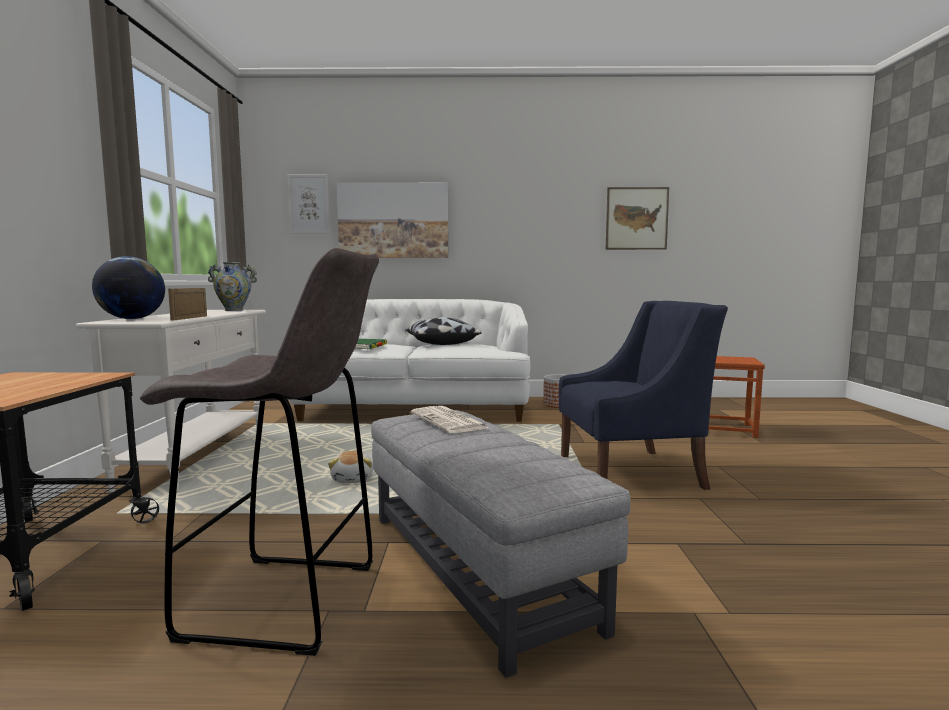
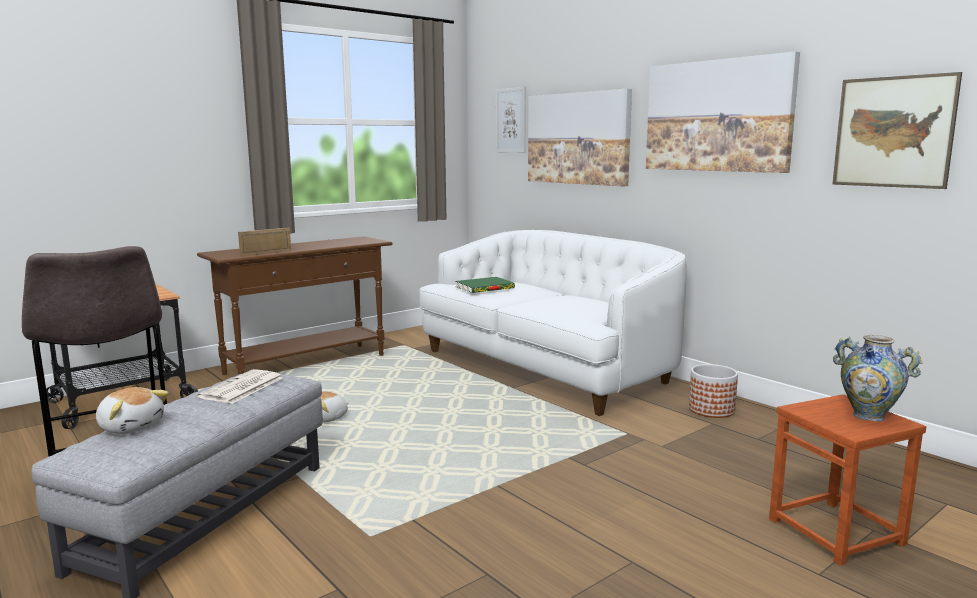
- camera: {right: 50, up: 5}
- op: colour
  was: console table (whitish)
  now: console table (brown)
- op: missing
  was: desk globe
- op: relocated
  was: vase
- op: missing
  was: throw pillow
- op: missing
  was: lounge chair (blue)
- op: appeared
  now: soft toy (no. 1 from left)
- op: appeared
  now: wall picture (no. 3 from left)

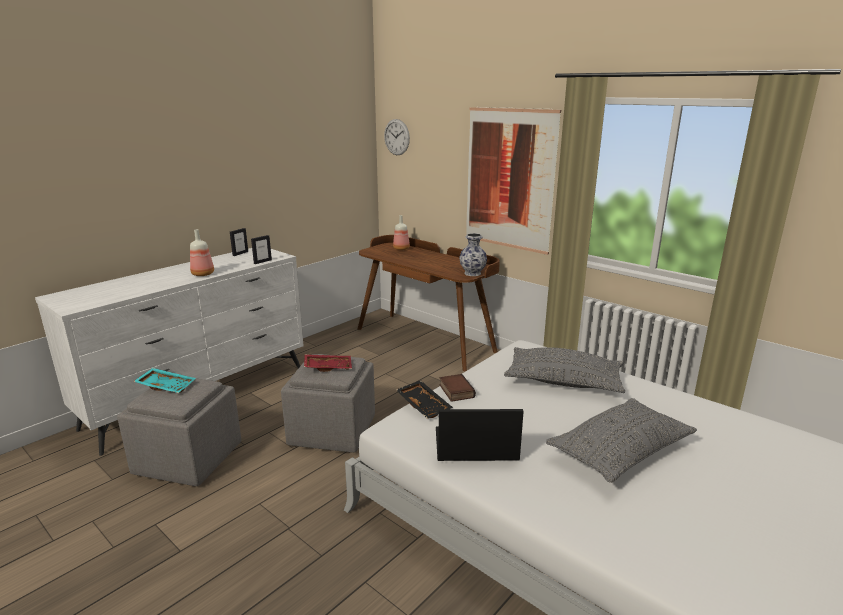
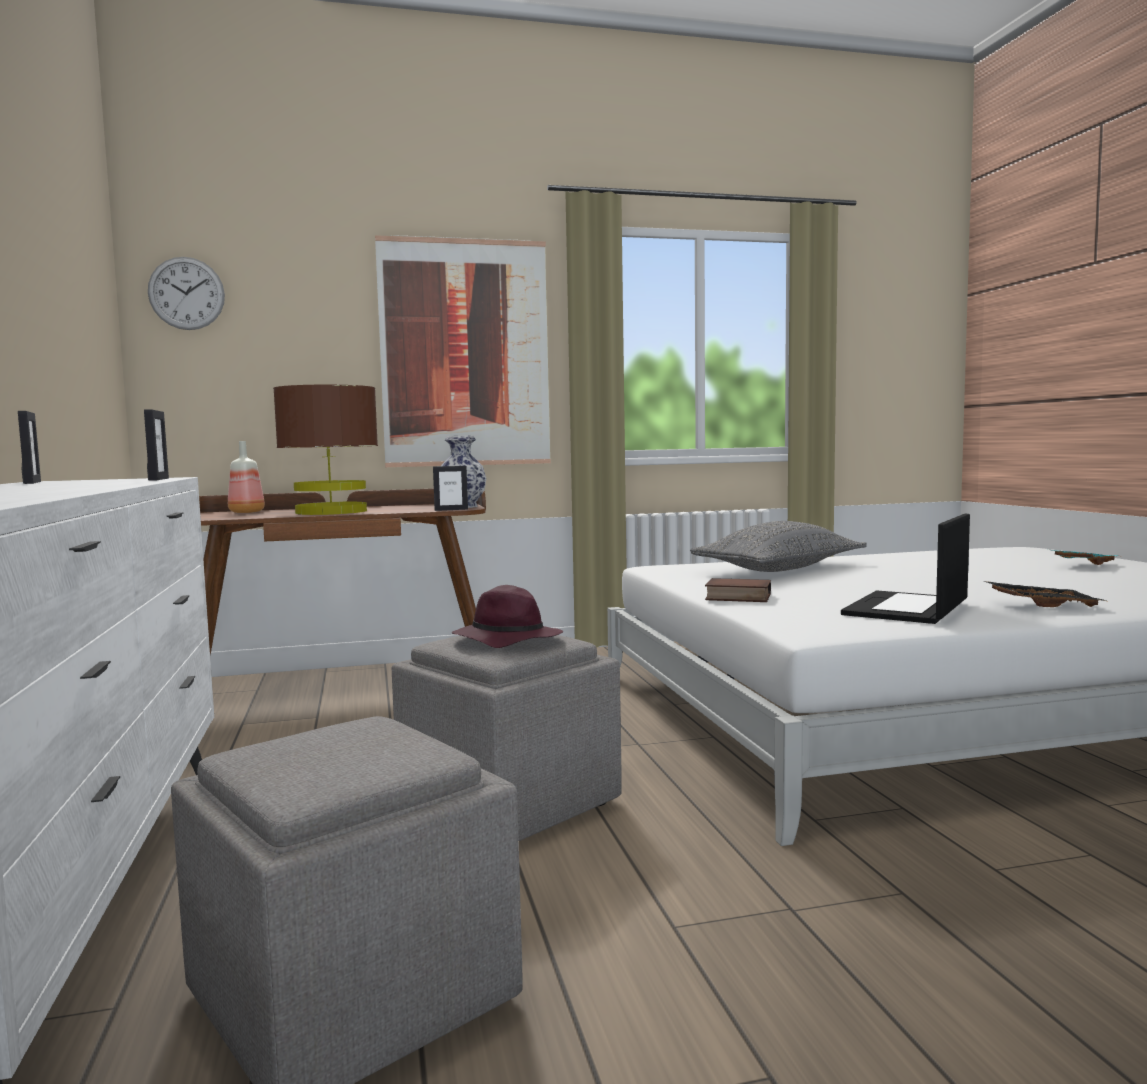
- camera: {right: -55, up: -15}
- op: relocated
  was: tray (blue-green)
- op: missing
  was: drink bottle (no. 1 from left)
- op: exchanged
  was: tray (red-coloured)
  now: clothing hat (purple)
- op: relocated
  was: tray (black-coloured)
- op: missing
  was: throw pillow (gray) (no. 2 from left)
- op: appeared
  now: tabletop lamp (brown)
- op: appeared
  now: photo frame (no. 3 from left)

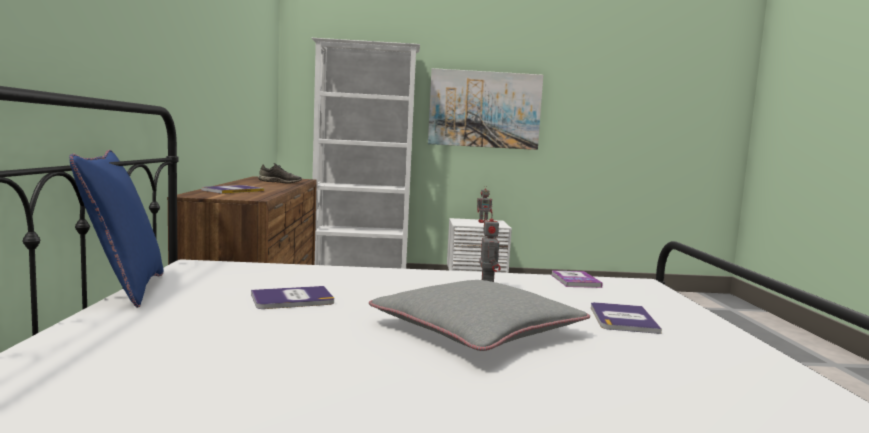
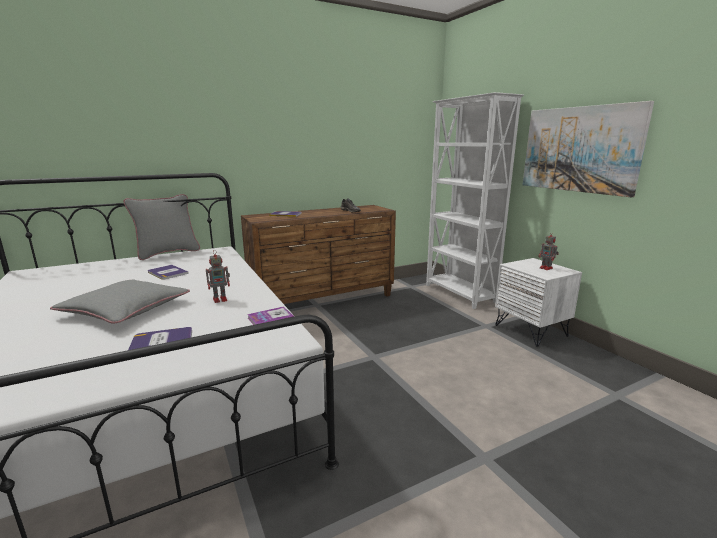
- camera: {right: 65, up: 10}
- op: colour
  was: throw pillow (blue)
  now: throw pillow (gray) (no. 2 from left)

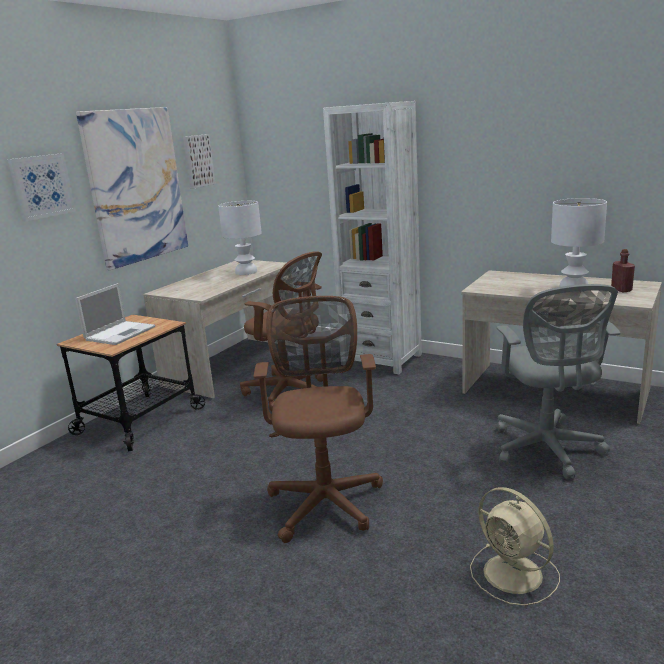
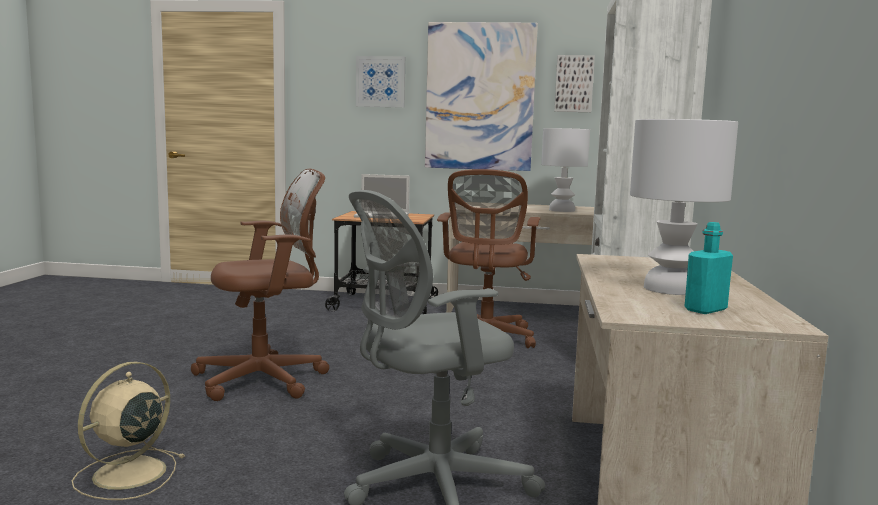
- camera: {right: 65, up: -10}
- op: colour
  was: drink bottle (red-coloured)
  now: drink bottle (blue-green)

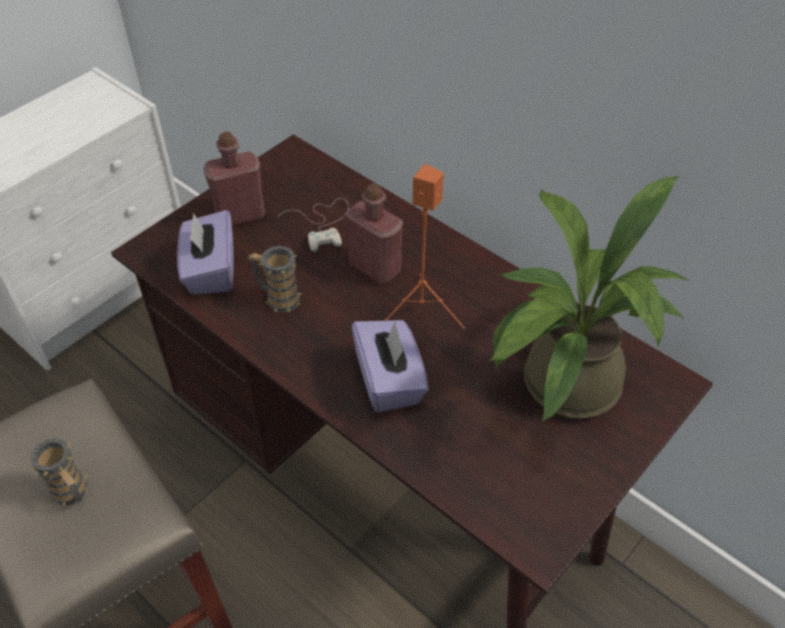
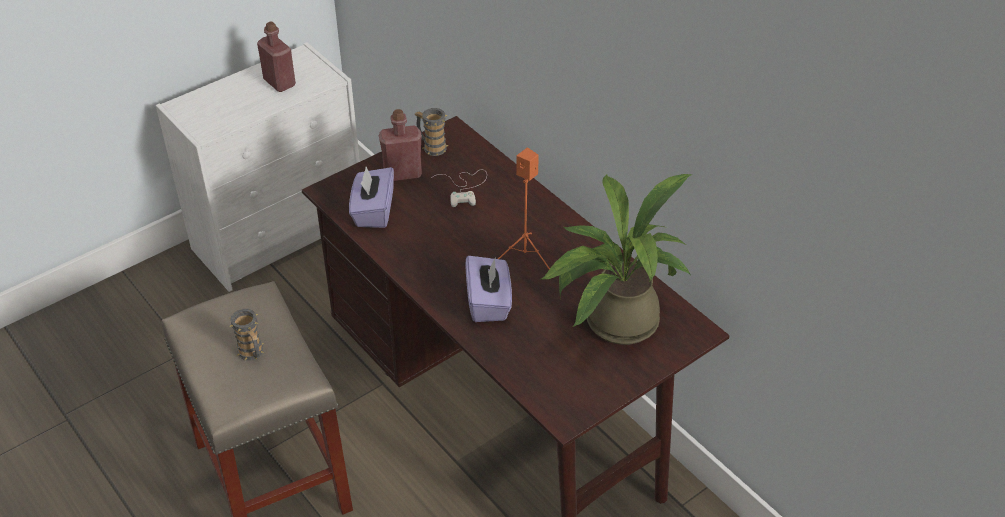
- camera: {right: 10, up: -5}
- op: relocated
  was: tea mug (no. 2 from left)
- op: relocated
  was: drink bottle (red-coloured) (no. 2 from left in the first image)
  now: drink bottle (red-coloured) (no. 1 from left)

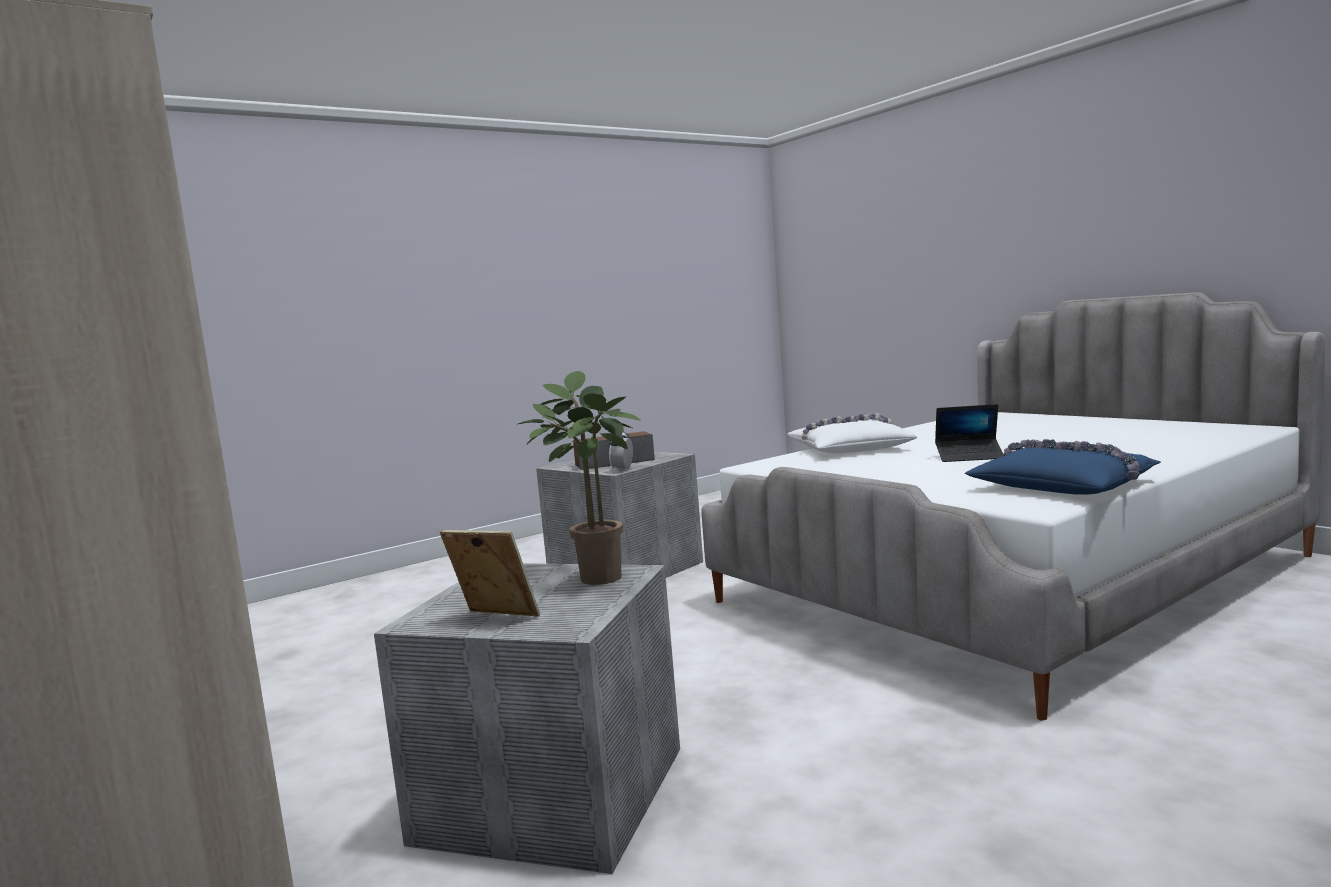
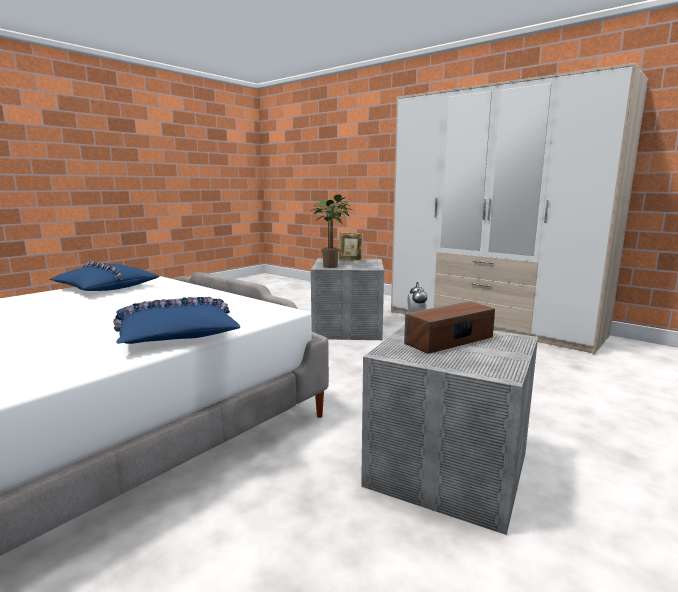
- camera: {right: 165, up: 5}
- op: colour
  was: throw pillow (whitish)
  now: throw pillow (blue) (no. 2 from left)
- op: missing
  was: notebook computer

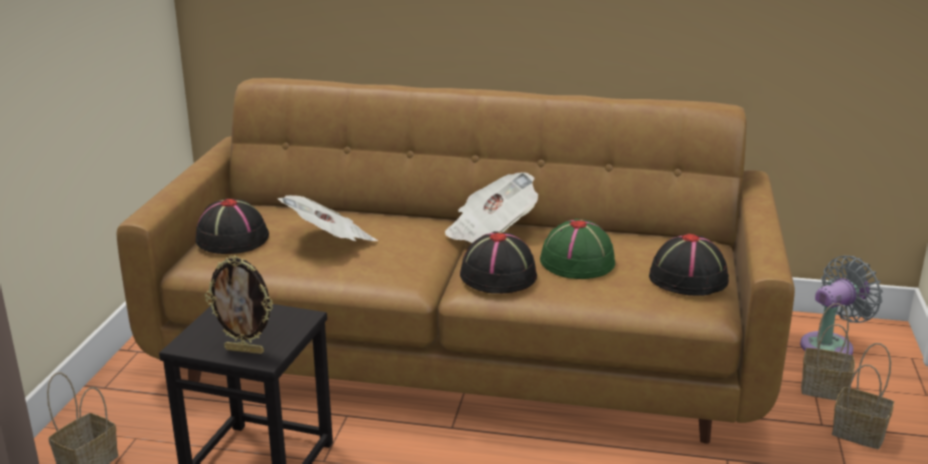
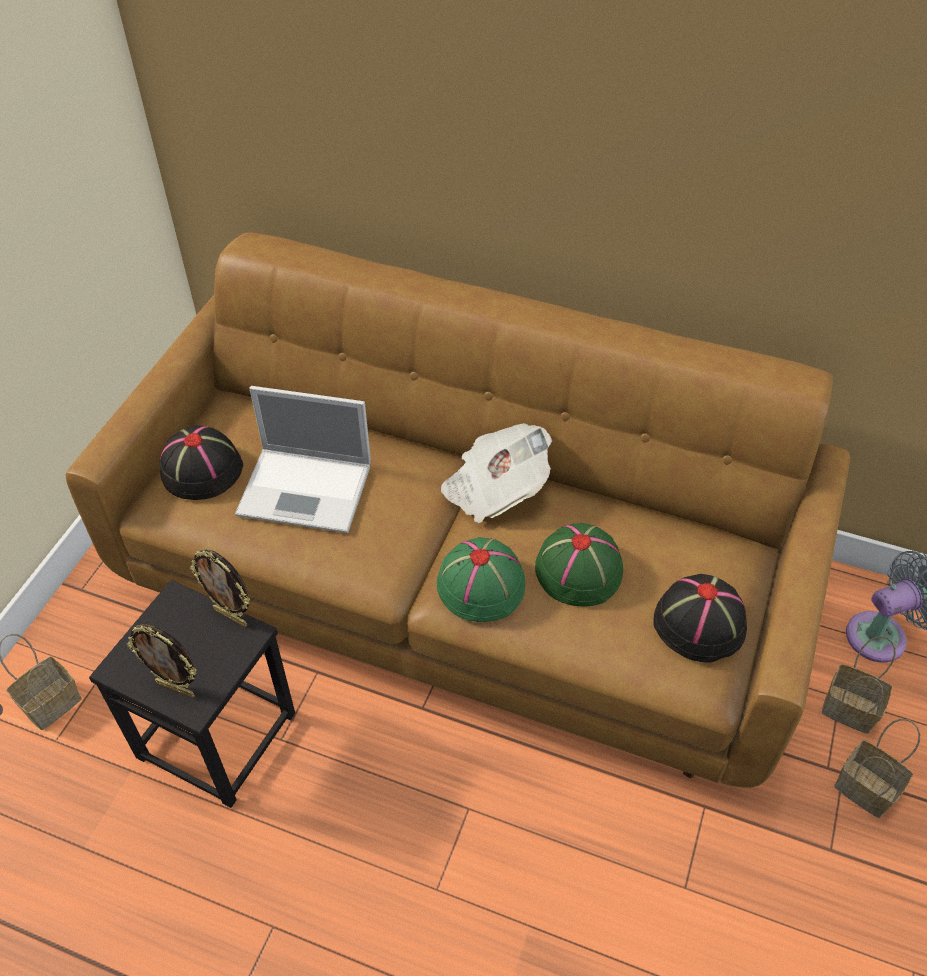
- camera: {right: 10, up: 25}
- op: exchanged
  was: daily paper (no. 1 from left)
  now: notebook computer
- op: colour
  was: clothing hat (black-coloured) (no. 2 from left)
  now: clothing hat (green) (no. 1 from left)
- op: appeared
  now: photo frame (no. 2 from left)

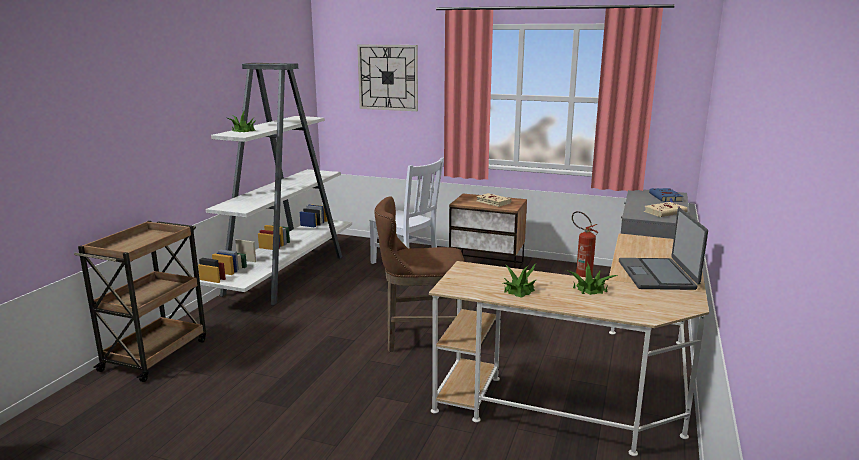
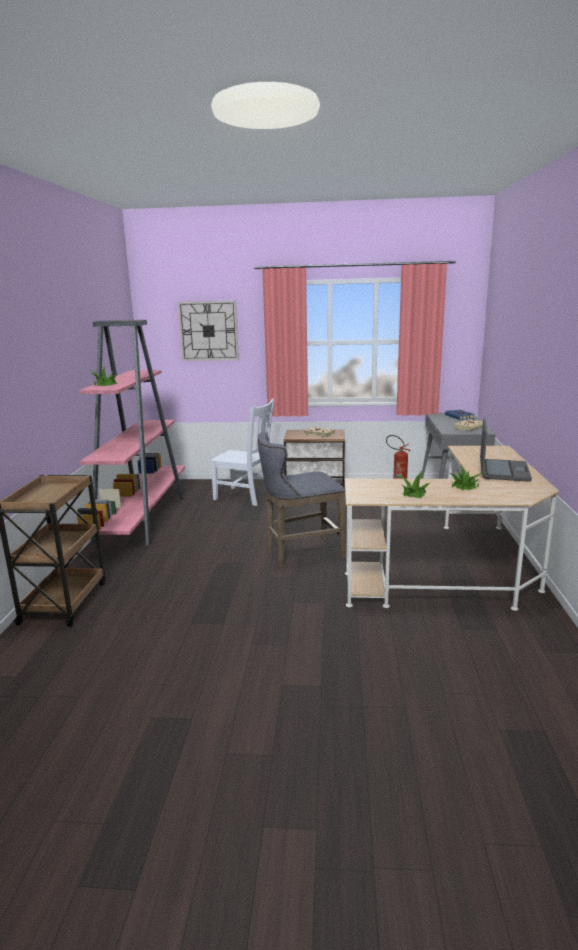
- camera: {right: -15, up: 0}
- op: colour
  was: bookcase (whitish)
  now: bookcase (pink)
- op: colour
  was: stool (brown)
  now: stool (gray)
- op: spun
  was: notebook computer
  clockwise: -150

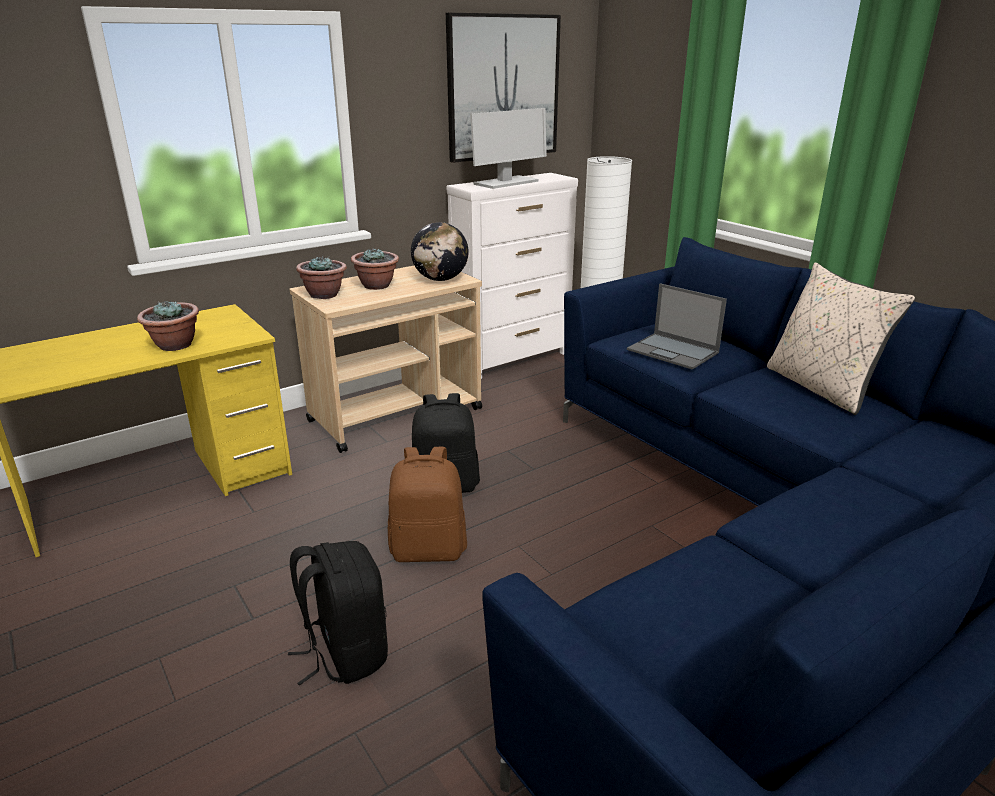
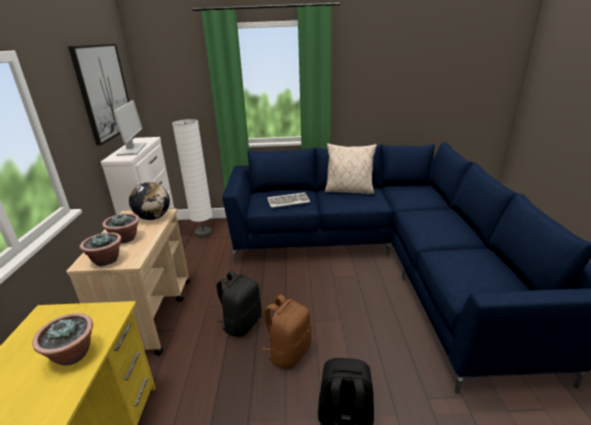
- camera: {right: -55, up: 0}
- op: exchanged
  was: notebook computer
  now: PC keyboard

